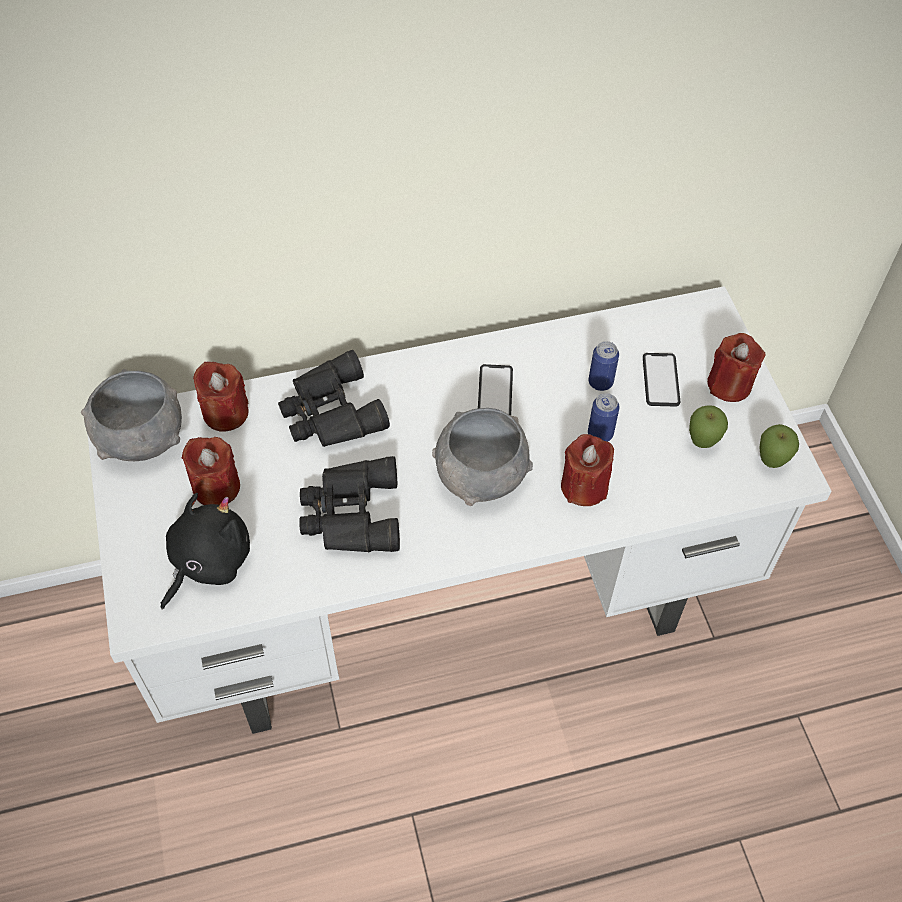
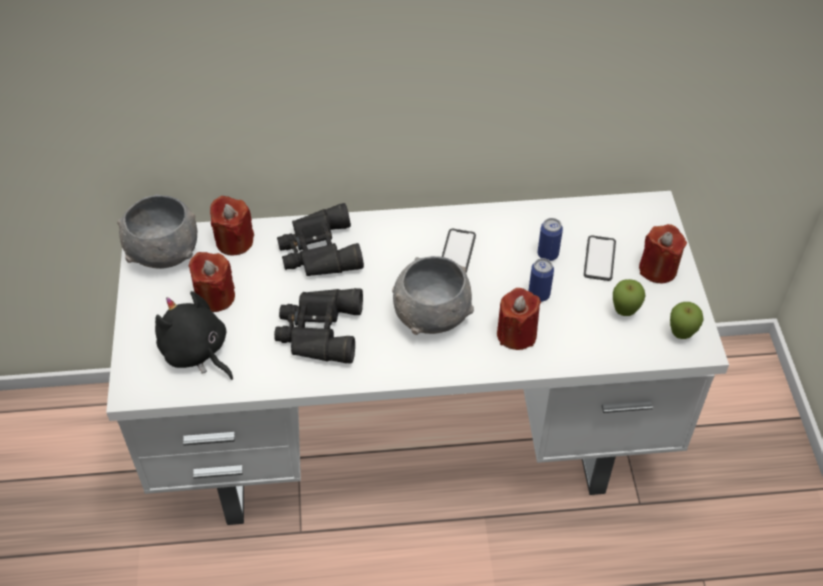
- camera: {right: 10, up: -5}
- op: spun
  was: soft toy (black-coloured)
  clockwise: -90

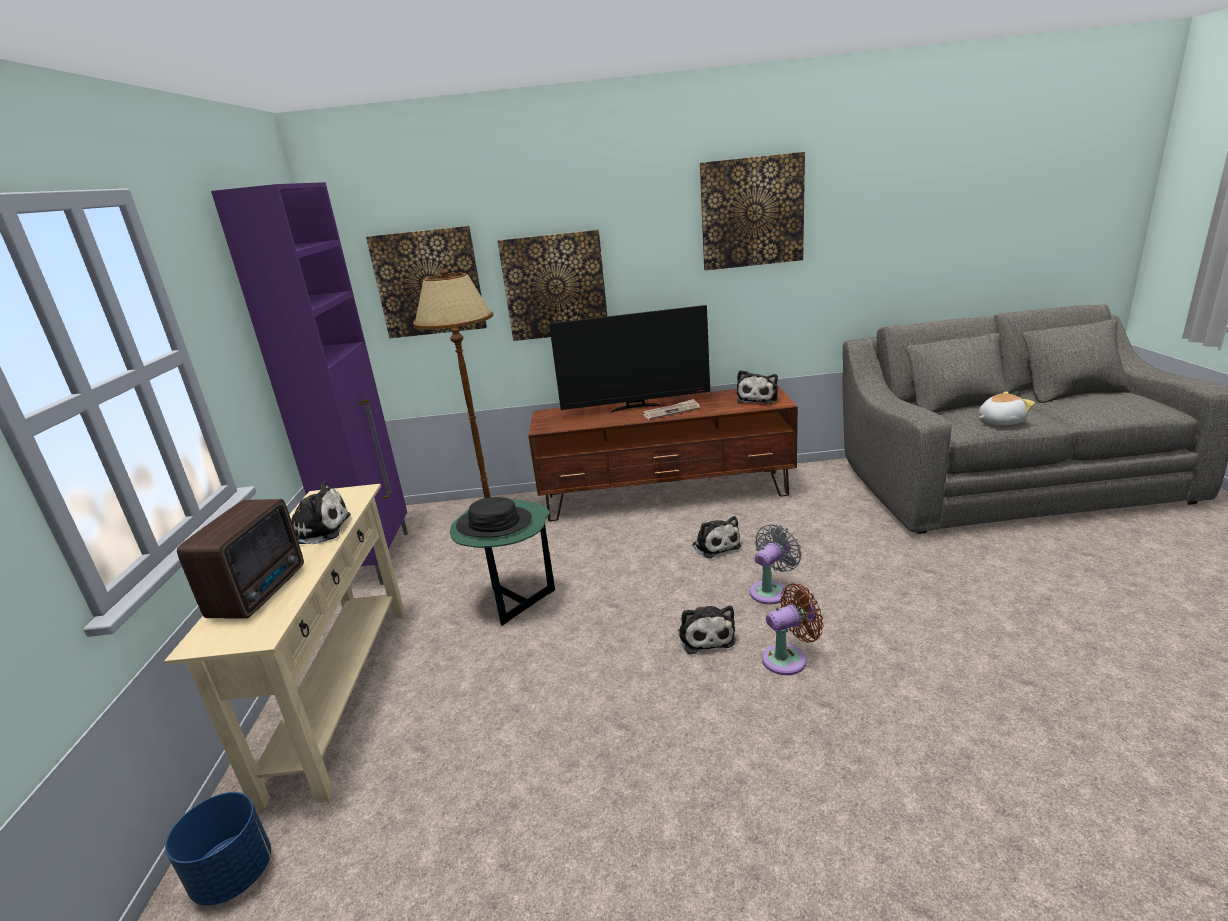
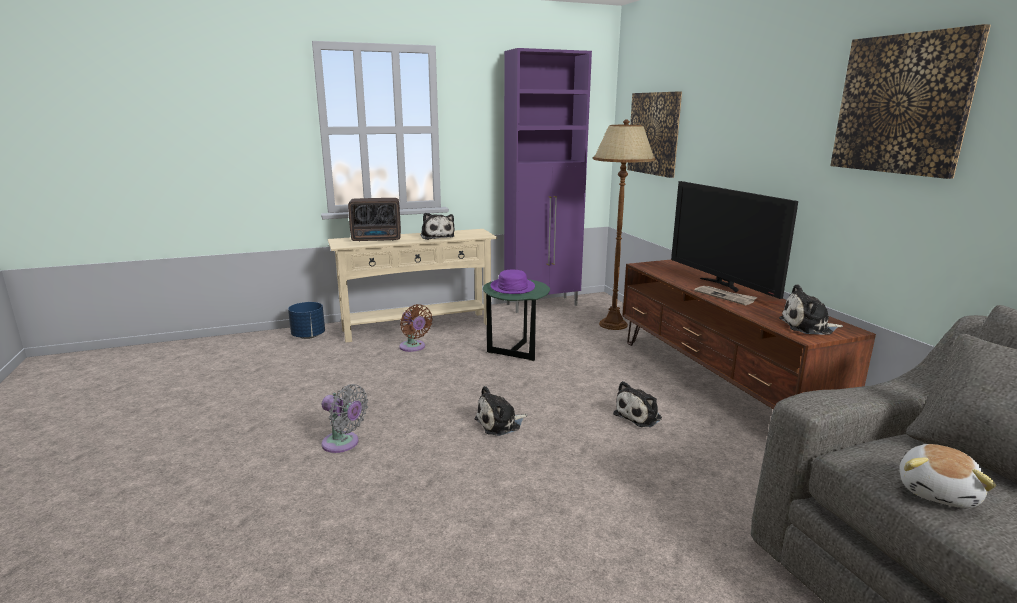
- camera: {right: 70, up: -5}
- op: colour
  was: clothing hat (black-coloured)
  now: clothing hat (purple)
- op: missing
  was: wall picture (no. 2 from left)
- op: relocated
  was: fan (gray)
- op: relocated
  was: fan (brown)
- op: spun
  was: soft toy (no. 5 from left)
  clockwise: 60

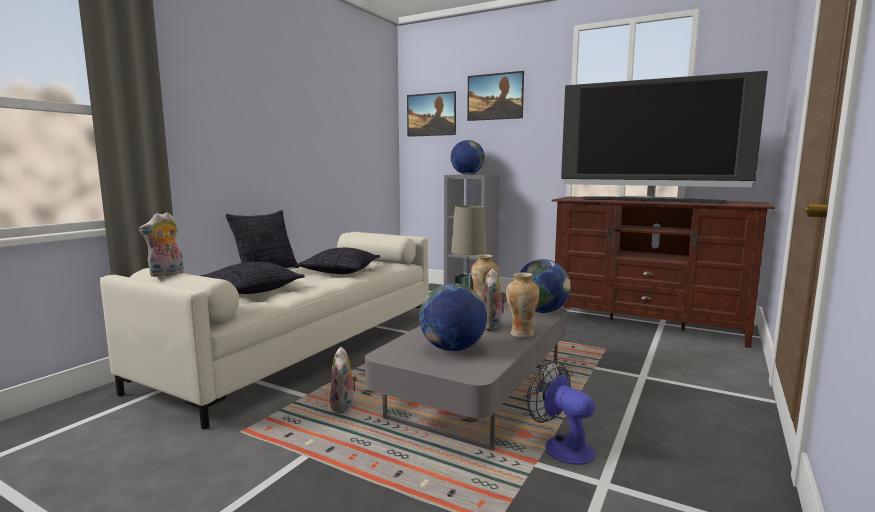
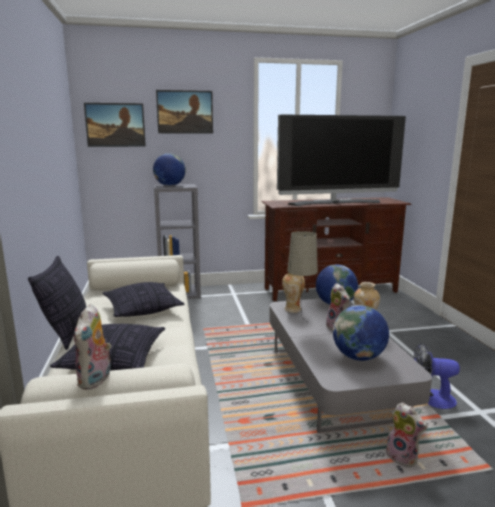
- camera: {right: -40, up: 5}
- op: relocated
  was: soft toy (no. 2 from left in the first image)
  now: soft toy (no. 3 from left)

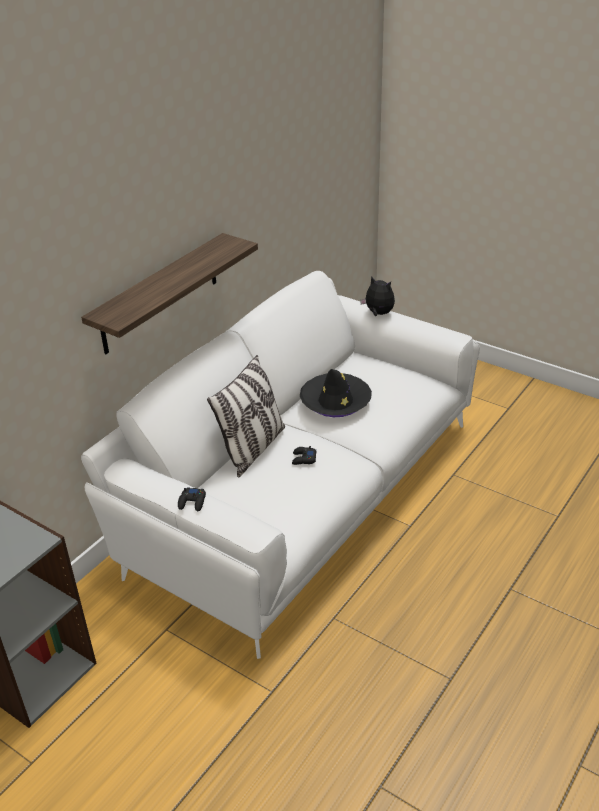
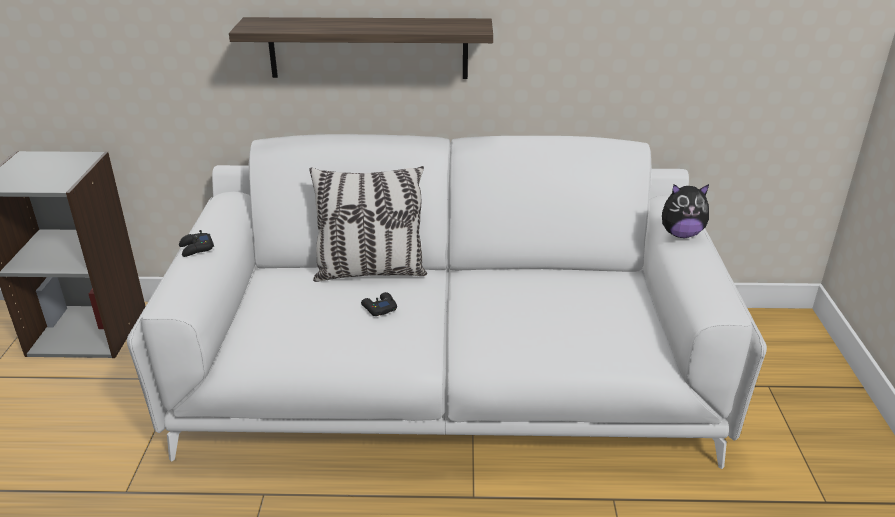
- camera: {right: 55, up: -5}
- op: missing
  was: clothing hat (black-coloured)
- op: spun
  was: soft toy
  clockwise: 90

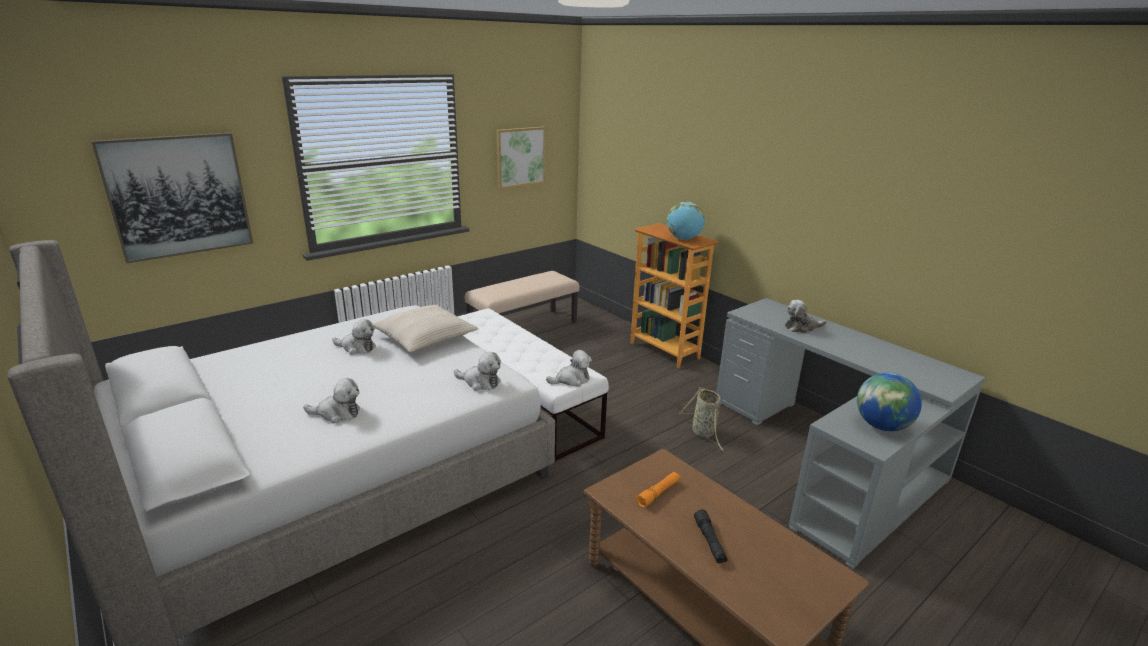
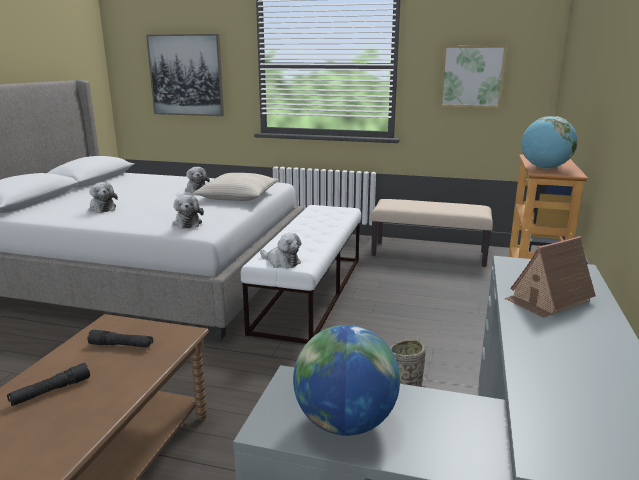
- camera: {right: 55, up: -5}
- op: colour
  was: hand torch (orange-coloured)
  now: hand torch (black-coloured) (no. 2 from left)
- op: exchanged
  was: soft toy (no. 5 from left)
  now: model house

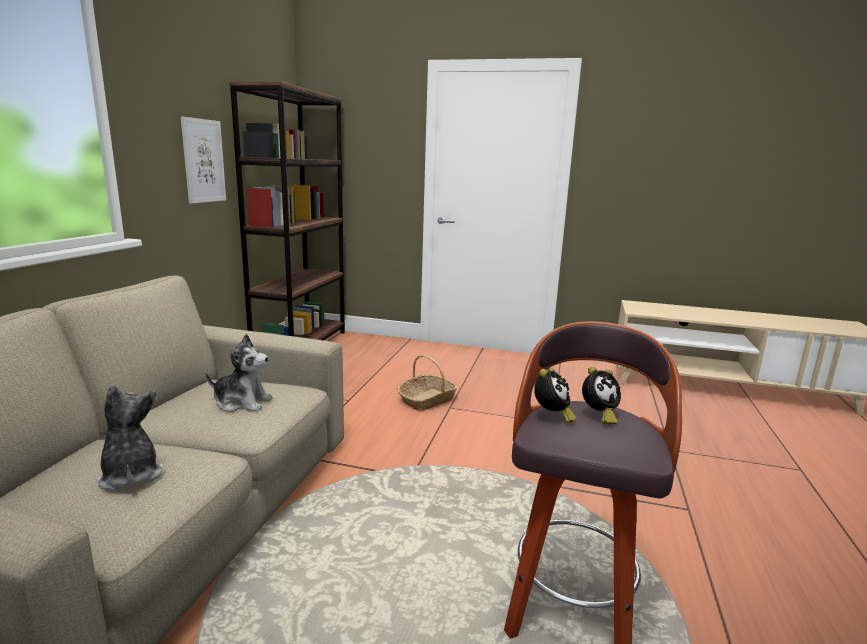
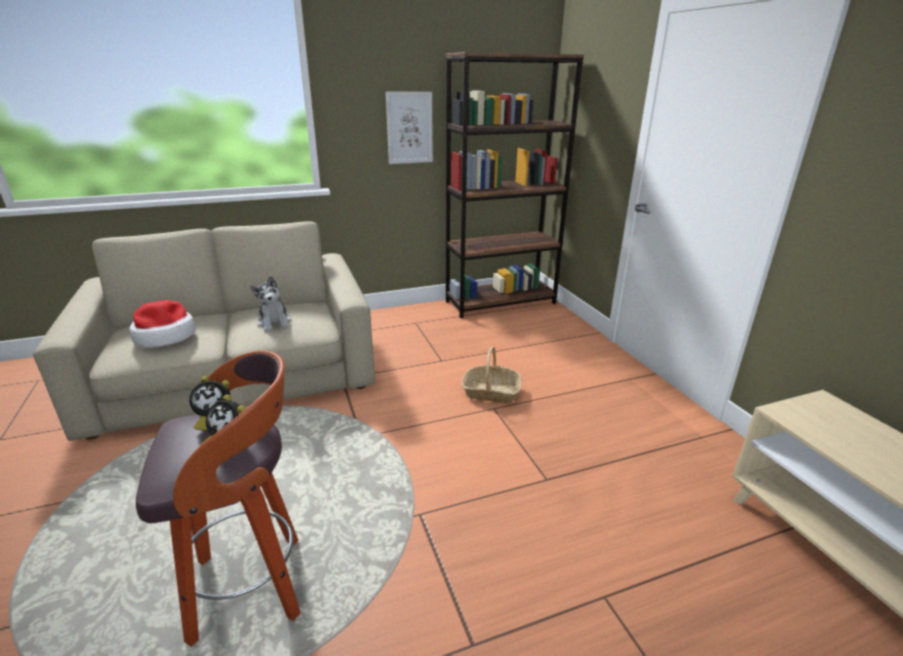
- camera: {right: 55, up: 10}
- op: exchanged
  was: soft toy (no. 1 from left)
  now: clothing hat

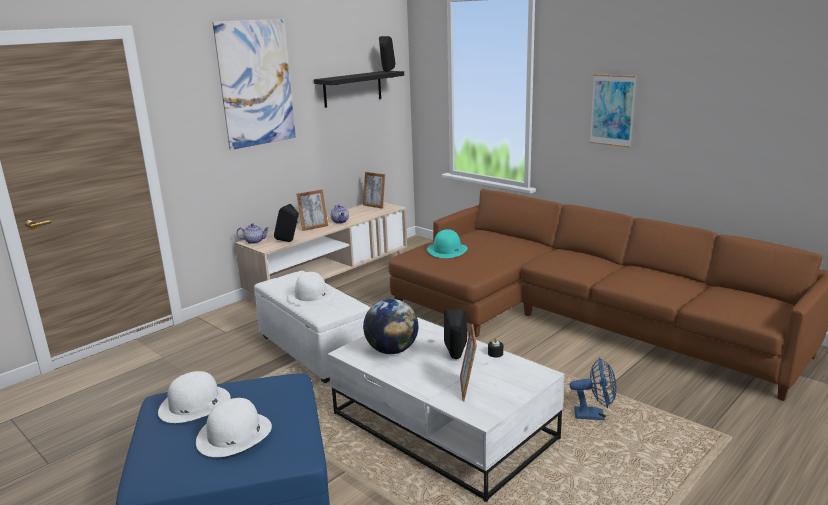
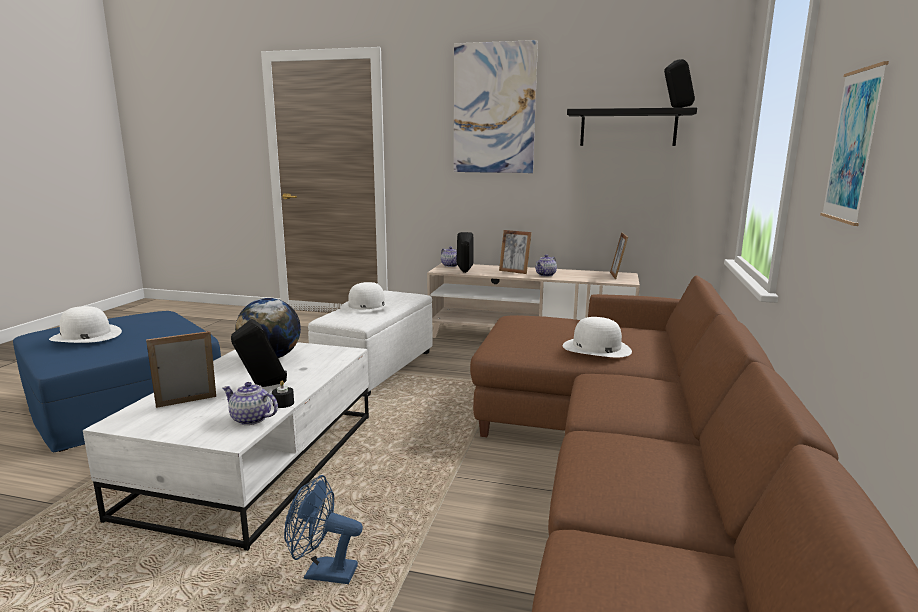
- camera: {right: 60, up: -5}
- op: relocated
  was: clothing hat (whitish) (no. 1 from left in the first image)
  now: clothing hat (whitish) (no. 3 from left)
- op: missing
  was: clothing hat (blue-green)
- op: spun
  was: fan (blue)
  clockwise: 120
- op: appeared
  now: teapot (no. 1 from left)

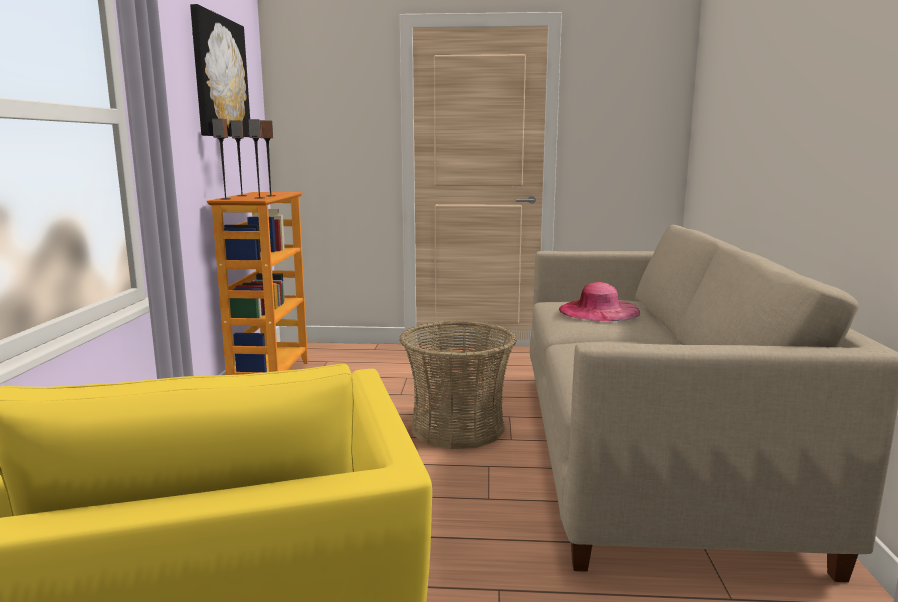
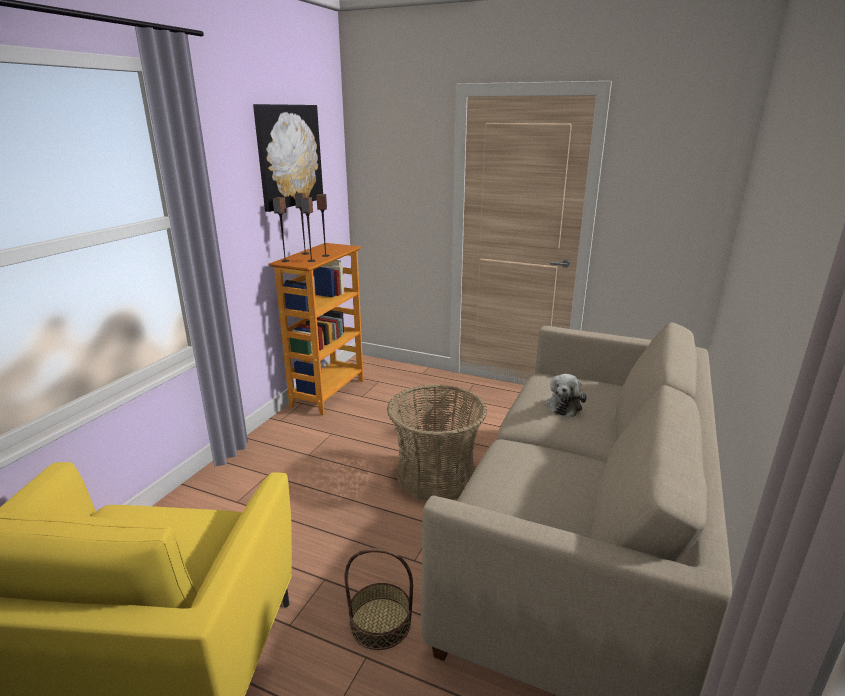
- camera: {right: 20, up: 10}
- op: exchanged
  was: clothing hat (pink)
  now: soft toy
- op: appeared
  now: household basket (no. 1 from left)

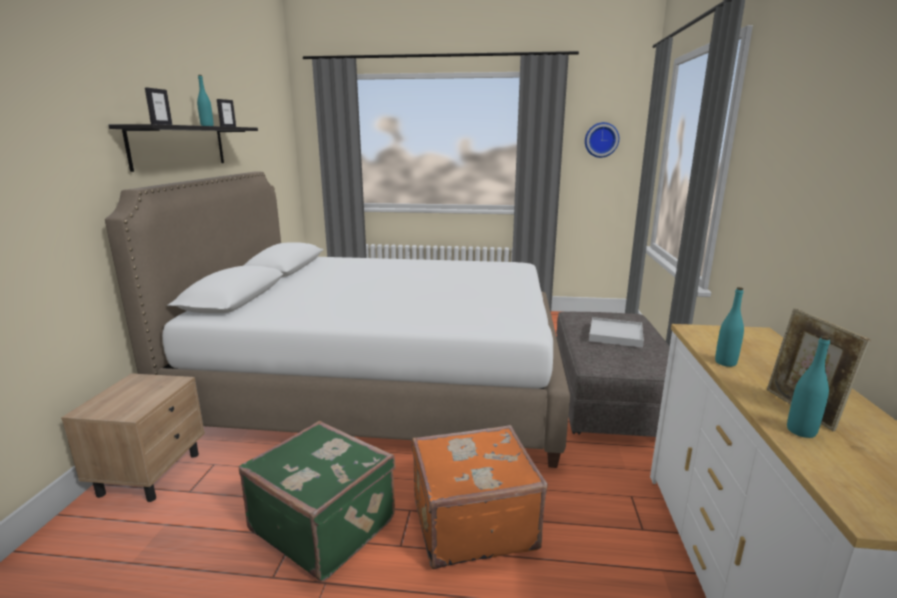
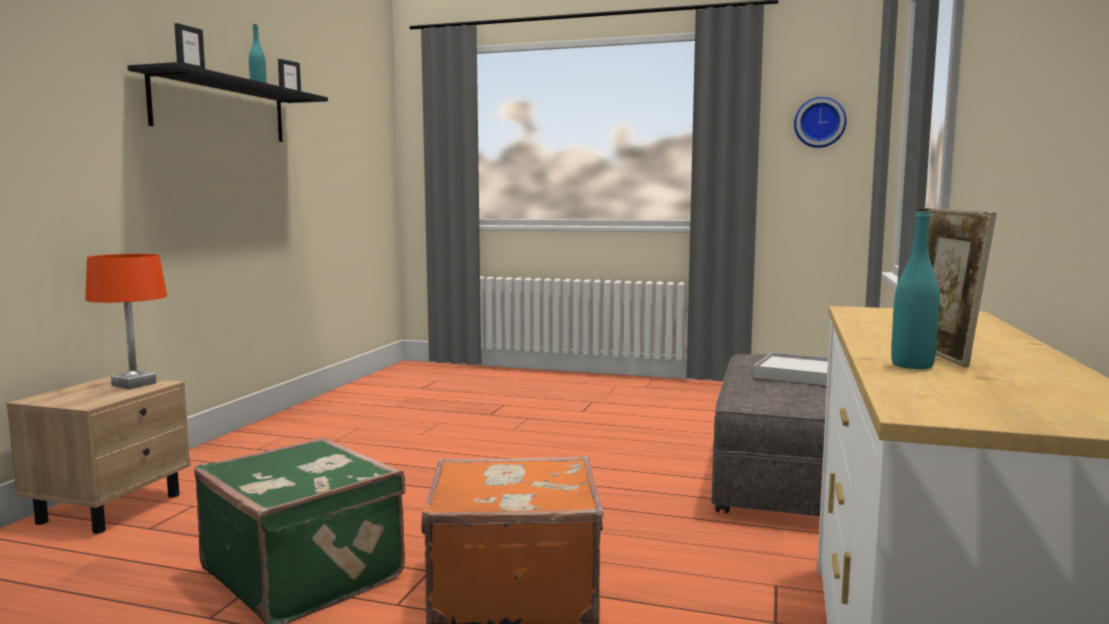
- camera: {right: 10, up: -10}
- op: missing
  was: sleeping bed (whitish)
- op: missing
  was: drink bottle (blue-green) (no. 2 from left)
- op: appeared
  now: tabletop lamp (orange-coloured)

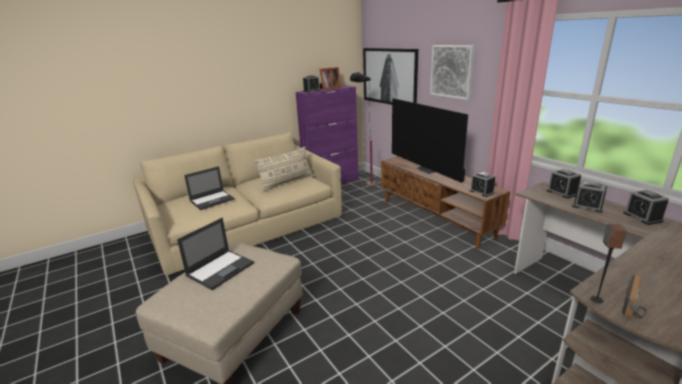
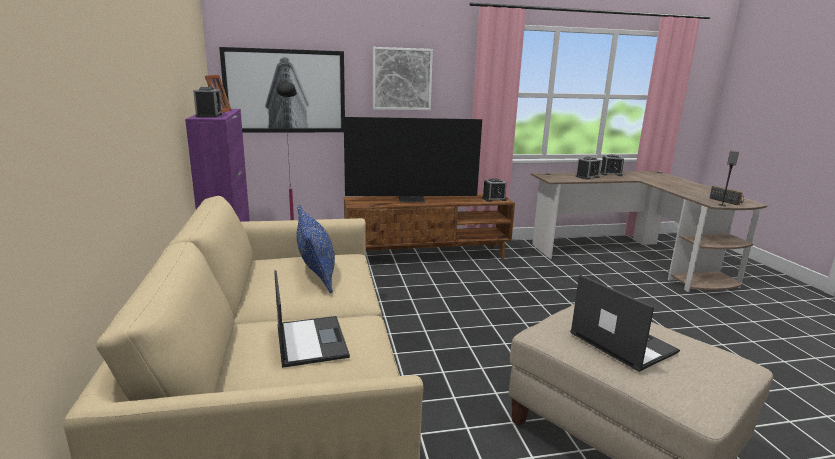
- camera: {right: -70, up: -5}
- op: colour
  was: throw pillow (beige-coloured)
  now: throw pillow (blue)
- op: missing
  was: bedside clock (no. 3 from left)

